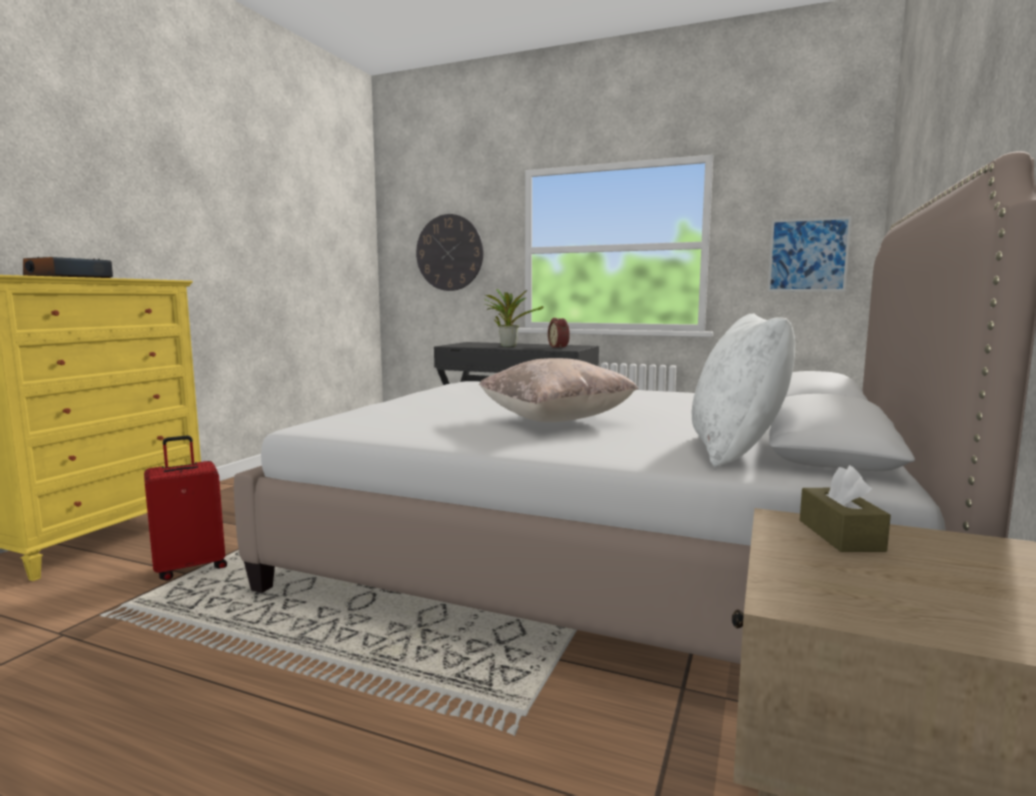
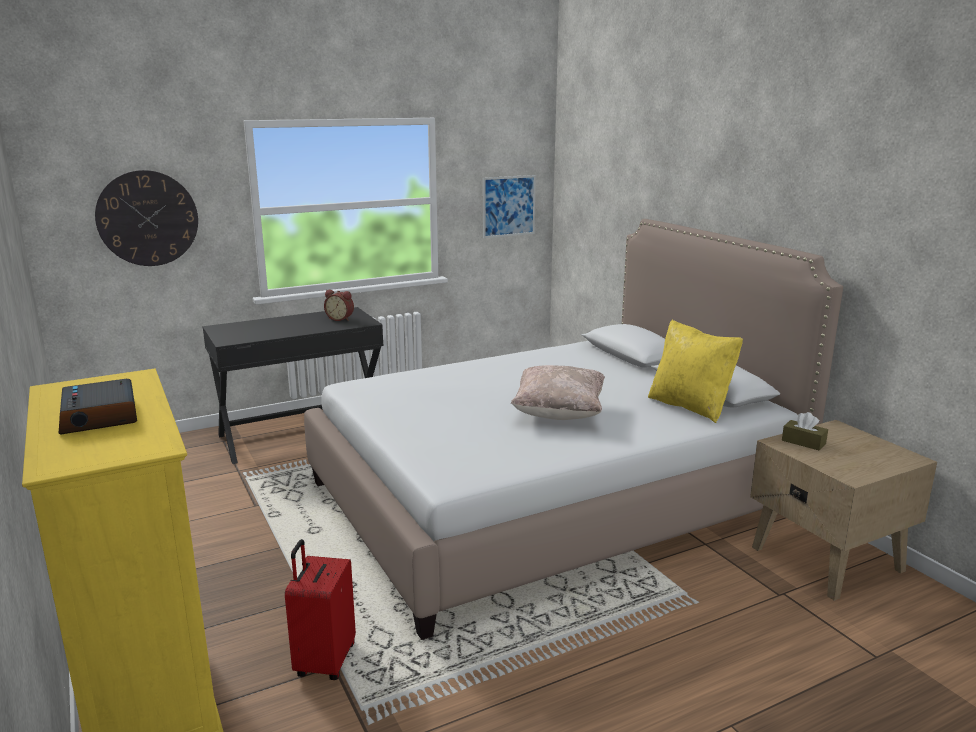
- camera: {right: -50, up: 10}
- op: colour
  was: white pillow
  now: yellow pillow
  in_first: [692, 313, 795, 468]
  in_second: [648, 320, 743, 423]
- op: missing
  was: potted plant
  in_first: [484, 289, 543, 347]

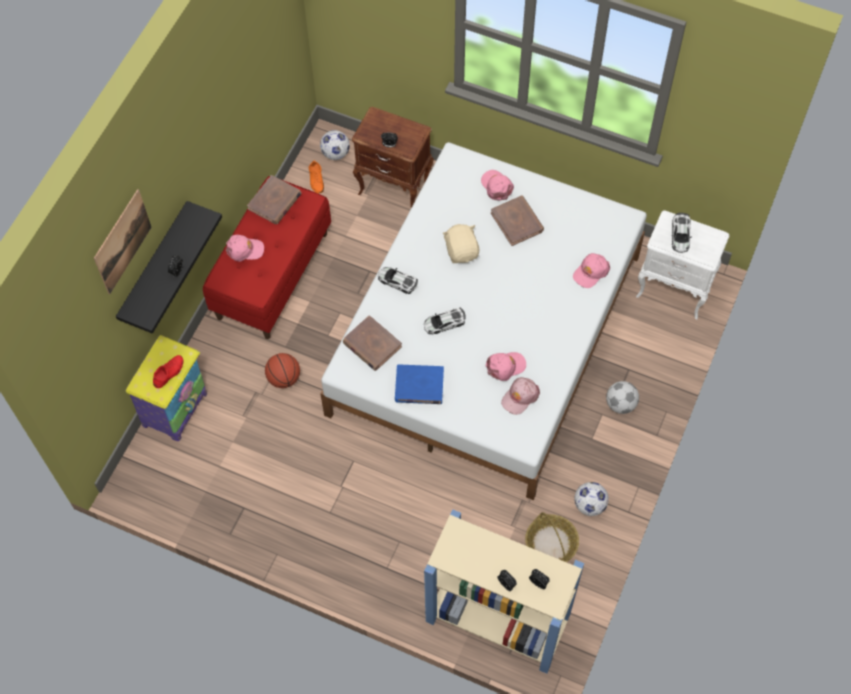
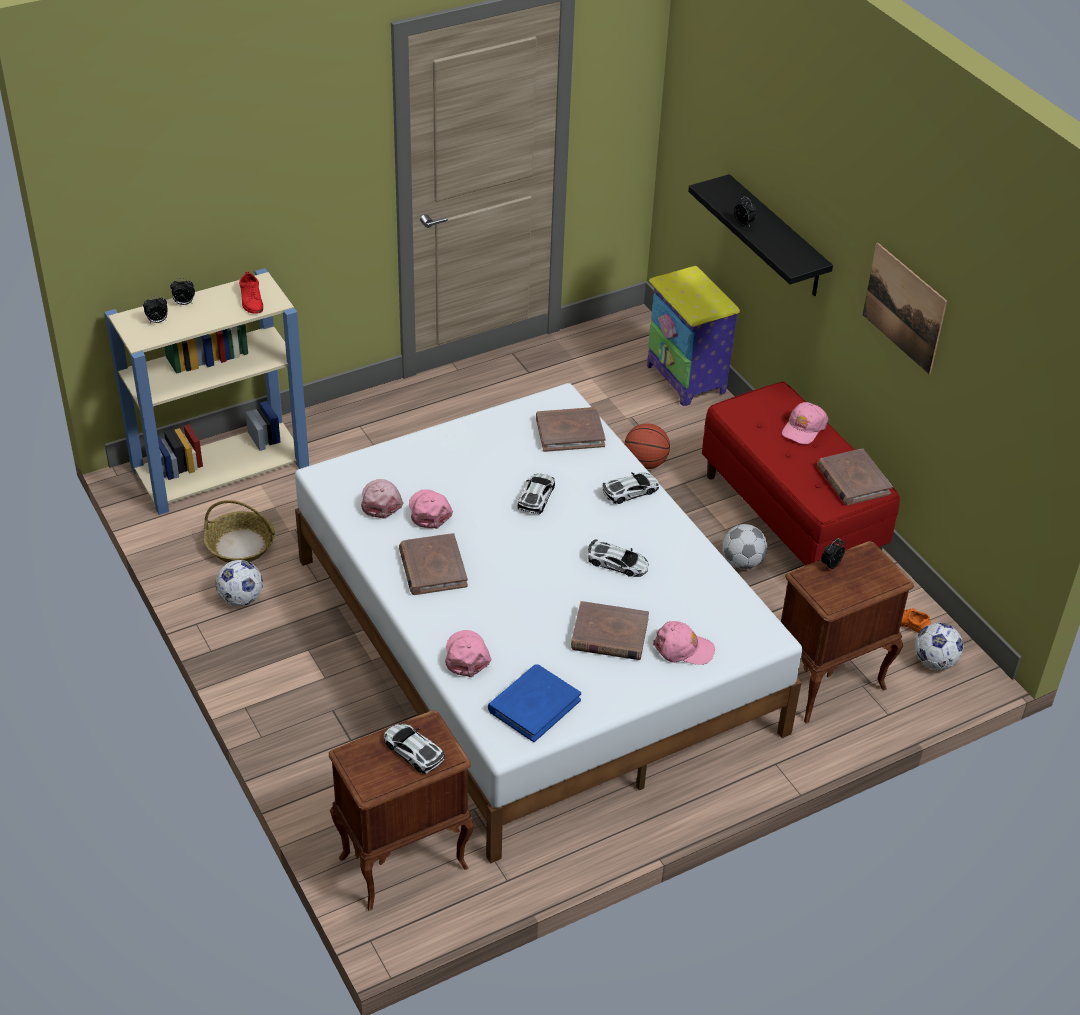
- camera: {right: 125, up: -20}
- op: relocated
  was: red shoe
  in_first: [153, 355, 184, 388]
  in_second: [239, 272, 263, 314]
- op: colour
  was: white nightstand
  now: brown nightstand
  in_first: [636, 211, 729, 319]
  in_second: [329, 710, 474, 911]
- op: appeared
  now: brown book
  in_second: [399, 533, 468, 595]
- op: spun
  was: pink cap
  in_first: [485, 352, 526, 381]
  in_second: [409, 489, 453, 529]
  clockwise: 150
- op: relocated
  was: blue book
  in_first: [395, 364, 444, 404]
  in_second: [488, 664, 581, 742]
- op: exchanged
  was: beige plush toy
  now: toy car
  in_first: [442, 224, 479, 263]
  in_second: [588, 539, 649, 577]
- op: relocated
  was: football
  in_first: [606, 381, 639, 414]
  in_second: [722, 524, 767, 569]
- op: relocated
  was: picture
  in_first: [94, 189, 152, 294]
  in_second: [863, 243, 947, 374]

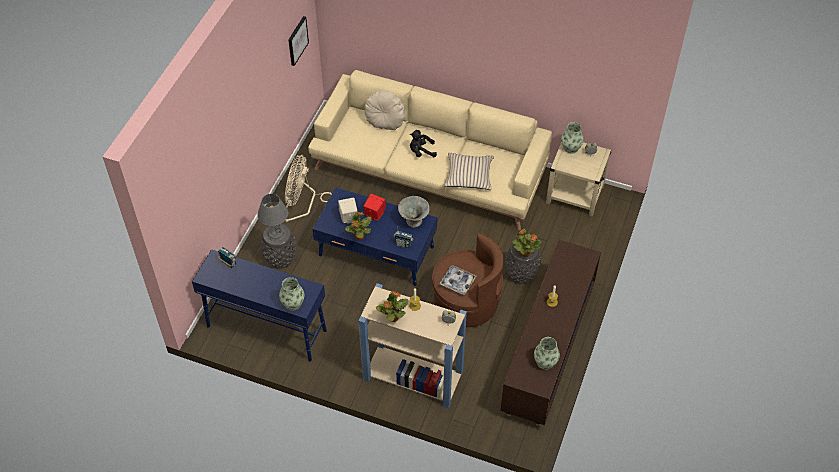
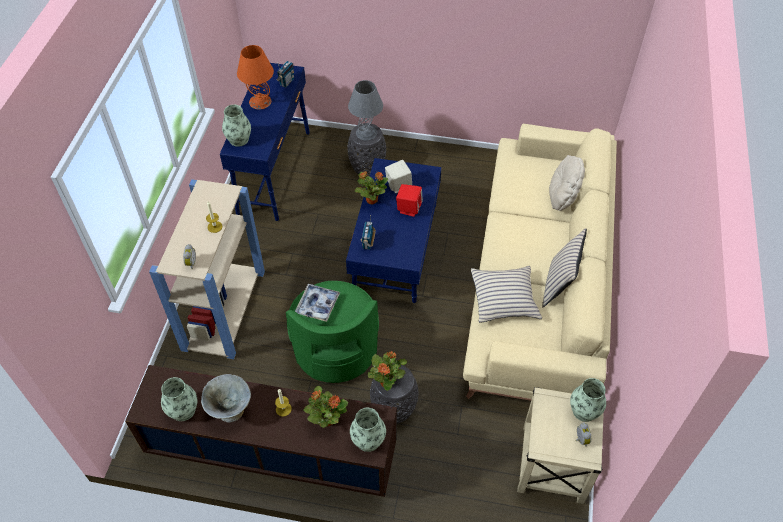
- camera: {right: 80, up: 0}
- op: relocated
  was: grey bowl
  in_first: [398, 196, 430, 228]
  in_second: [201, 374, 251, 423]
- op: appeared
  now: orange table lamp
  in_second: [237, 45, 274, 109]
- op: colour
  was: brown armchair
  now: green armchair
  in_first: [432, 232, 503, 327]
  in_second: [286, 281, 379, 383]
- op: relocated
  was: potted plant
  in_first: [376, 291, 408, 322]
  in_second: [303, 386, 348, 428]
- op: appeared
  now: vase
  in_second: [350, 408, 386, 452]
- op: appeared
  now: beige pillow
  in_second: [542, 228, 587, 307]
- op: missing
  was: beige fan
  in_first: [285, 155, 332, 222]
- op: missing
  was: picture
  in_first: [288, 16, 309, 66]
- op: missing
  was: black plush toy
  in_first: [410, 130, 437, 157]

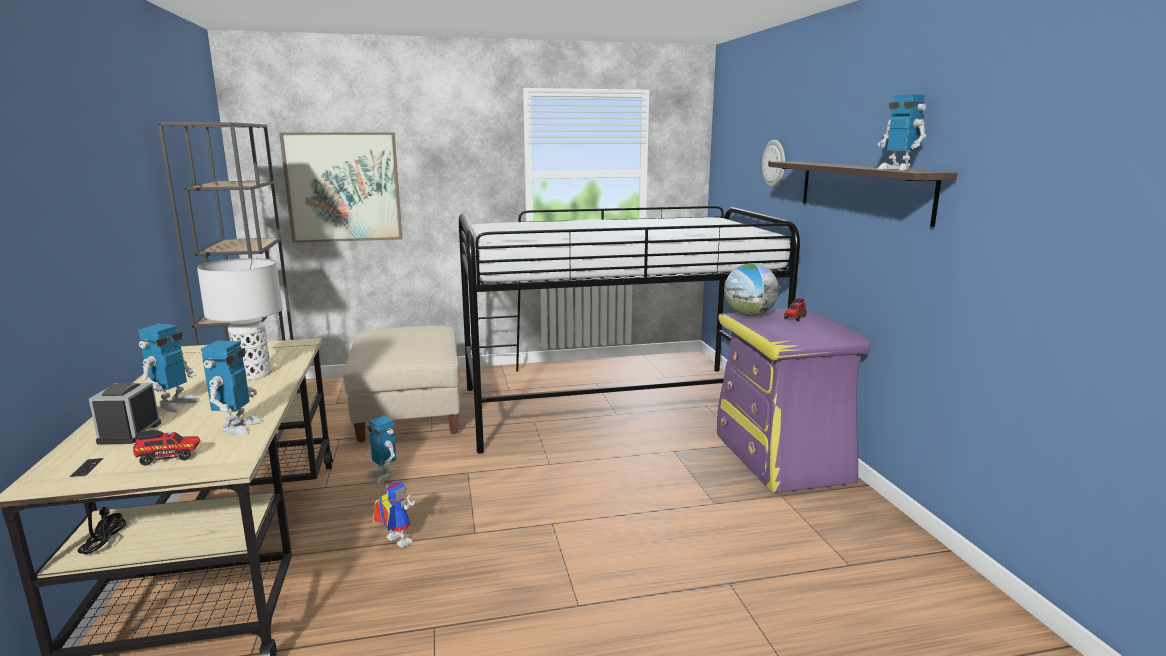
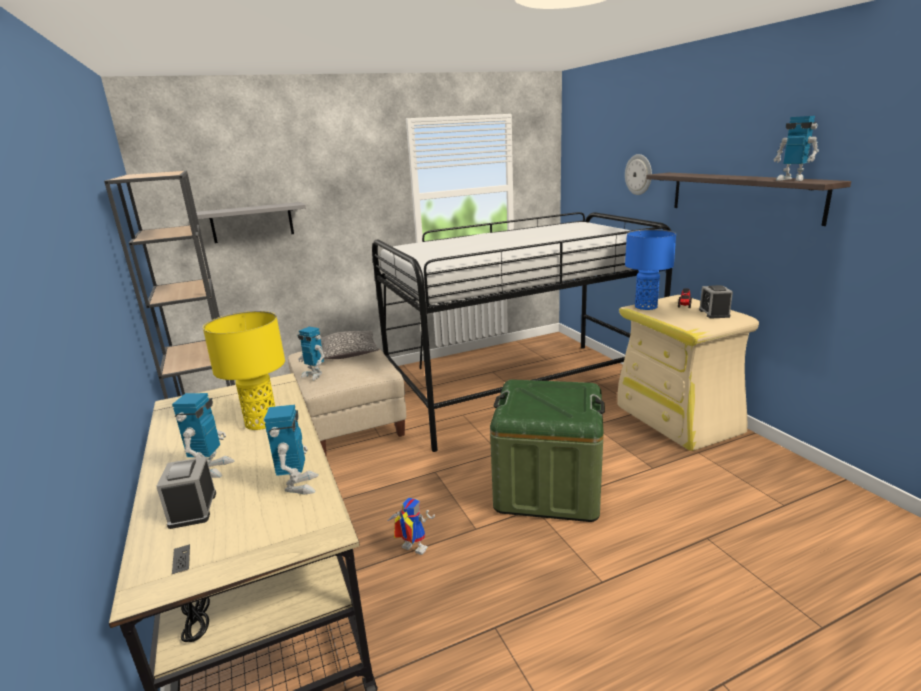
- camera: {right: -10, up: 5}
- op: exchanged
  was: picture
  now: grey shelf
  in_first: [279, 132, 402, 243]
  in_second: [196, 202, 306, 243]
- op: colour
  was: white table lamp
  now: yellow table lamp
  in_first: [197, 258, 283, 380]
  in_second: [203, 311, 285, 430]
- op: relocated
  was: toy robot
  in_first: [366, 416, 396, 484]
  in_second: [297, 327, 325, 380]
- op: appeared
  now: pillow
  in_second: [321, 331, 379, 359]
- op: appeared
  now: green storage box
  in_second: [490, 379, 605, 522]
- op: colour
  was: purple nightstand
  now: beige nightstand
  in_first: [717, 308, 871, 493]
  in_second: [617, 295, 759, 451]
- op: exchanged
  was: globe
  now: blue table lamp
  in_first: [724, 263, 779, 316]
  in_second: [625, 229, 676, 310]
- op: appeared
  now: alarm clock
  in_second: [699, 285, 733, 318]
- op: missing
  was: toy truck
  in_first: [133, 430, 200, 466]

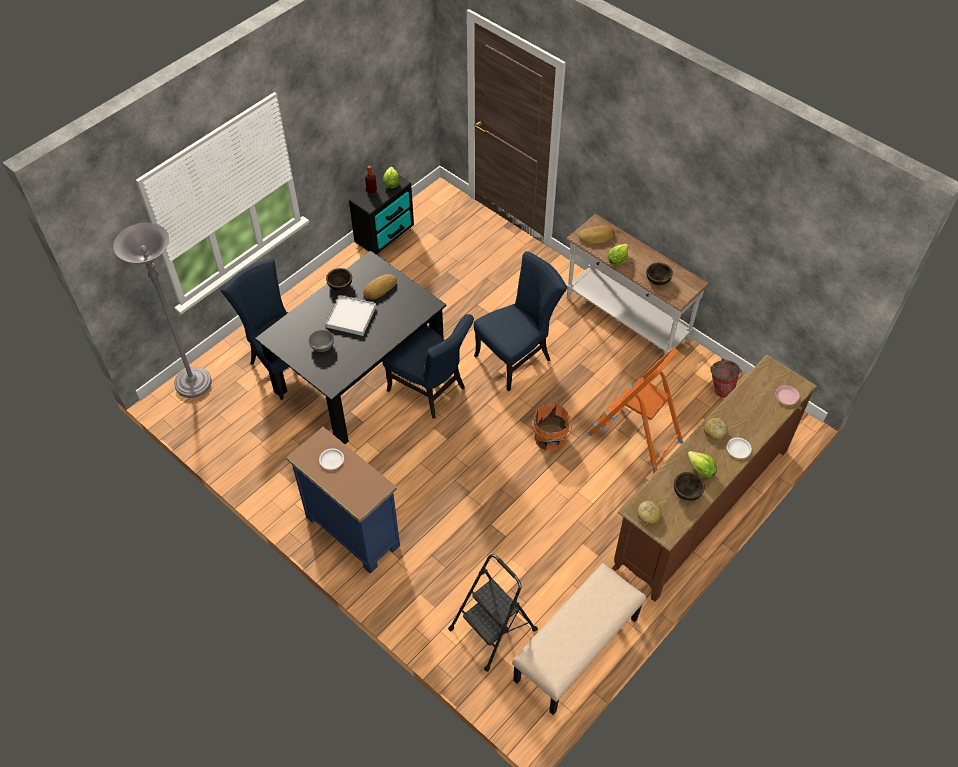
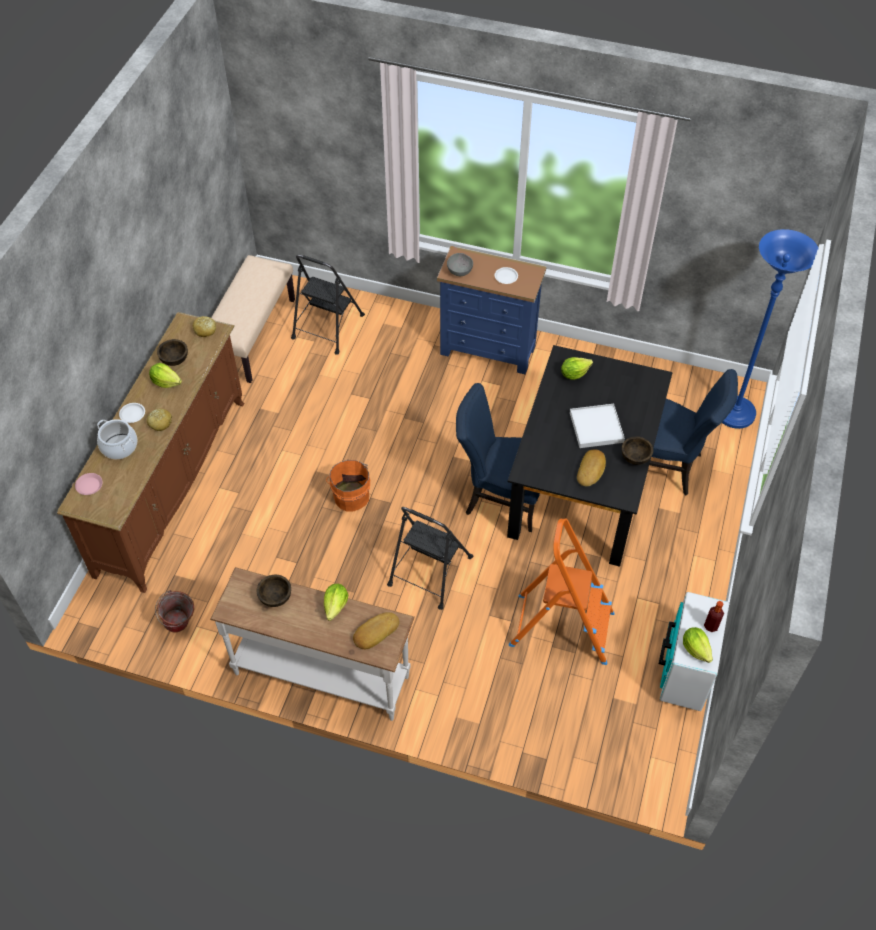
- camera: {right: 155, up: 0}
- op: appeared
  now: cooking pot
  in_second: [97, 419, 137, 459]
- op: exchanged
  was: blue chair
  now: black step ladder
  in_first: [474, 251, 567, 391]
  in_second: [387, 507, 473, 610]
- op: relocated
  was: grey bowl
  in_first: [309, 330, 334, 352]
  in_second: [447, 253, 473, 276]
- op: relocated
  was: orange step ladder
  in_first: [588, 347, 683, 474]
  in_second: [509, 518, 615, 665]
- op: appeared
  now: lettuce
  in_second: [561, 357, 593, 380]
- op: colour
  was: black nightstand
  now: white nightstand
  in_first: [349, 173, 414, 255]
  in_second: [659, 592, 729, 711]
- op: colour
  was: grey floor lamp
  now: blue floor lamp
  in_first: [113, 223, 212, 398]
  in_second: [722, 229, 819, 429]

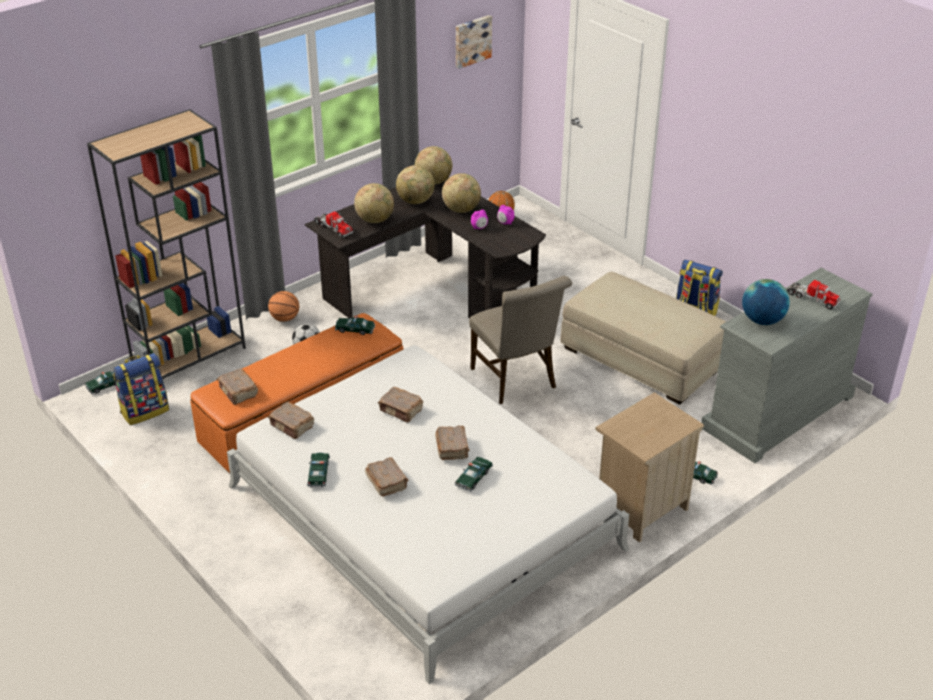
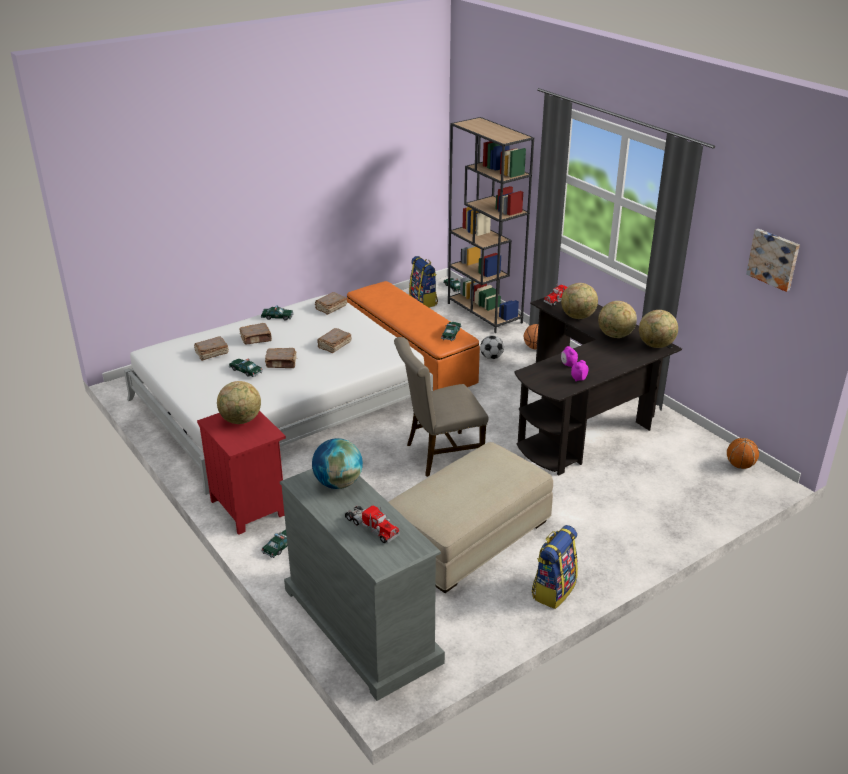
- camera: {right: 95, up: -5}
- op: relocated
  was: brown book
  in_first: [217, 369, 258, 405]
  in_second: [194, 336, 229, 361]
- op: colour
  was: beige nightstand
  now: red nightstand
  in_first: [595, 392, 704, 543]
  in_second: [197, 410, 286, 535]
- op: relocated
  was: globe
  in_first: [442, 173, 481, 213]
  in_second: [217, 381, 261, 424]
- op: spun
  was: toy truck
  in_first: [787, 280, 841, 310]
  in_second: [345, 505, 400, 543]
  clockwise: -90

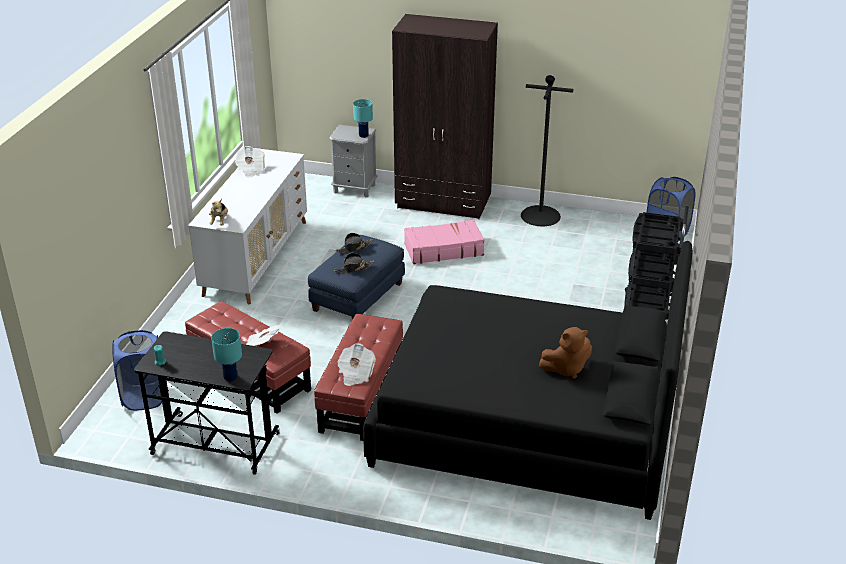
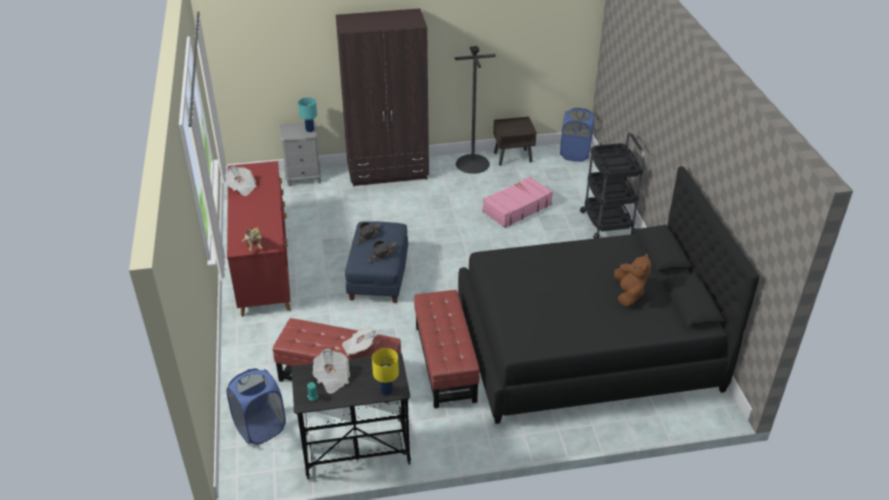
- camera: {right: -25, up: 5}
- op: colour
  was: white dresser
  now: red dresser
  in_first: [188, 148, 307, 305]
  in_second: [227, 161, 291, 317]
- op: relocated
  was: newspaper
  in_first: [337, 343, 376, 386]
  in_second: [312, 349, 350, 394]
- op: colour
  was: turquoise table lamp
  now: yellow table lamp
  in_first: [211, 328, 242, 381]
  in_second: [372, 348, 399, 395]
- op: relocated
  was: pink suitcase
  in_first: [404, 220, 485, 264]
  in_second: [483, 177, 553, 228]
- op: appeared
  now: brown nightstand
  in_second: [493, 116, 536, 166]
- op: spun
  was: brown plush toy
  in_first: [539, 327, 592, 379]
  in_second: [614, 253, 651, 307]
  clockwise: -45

